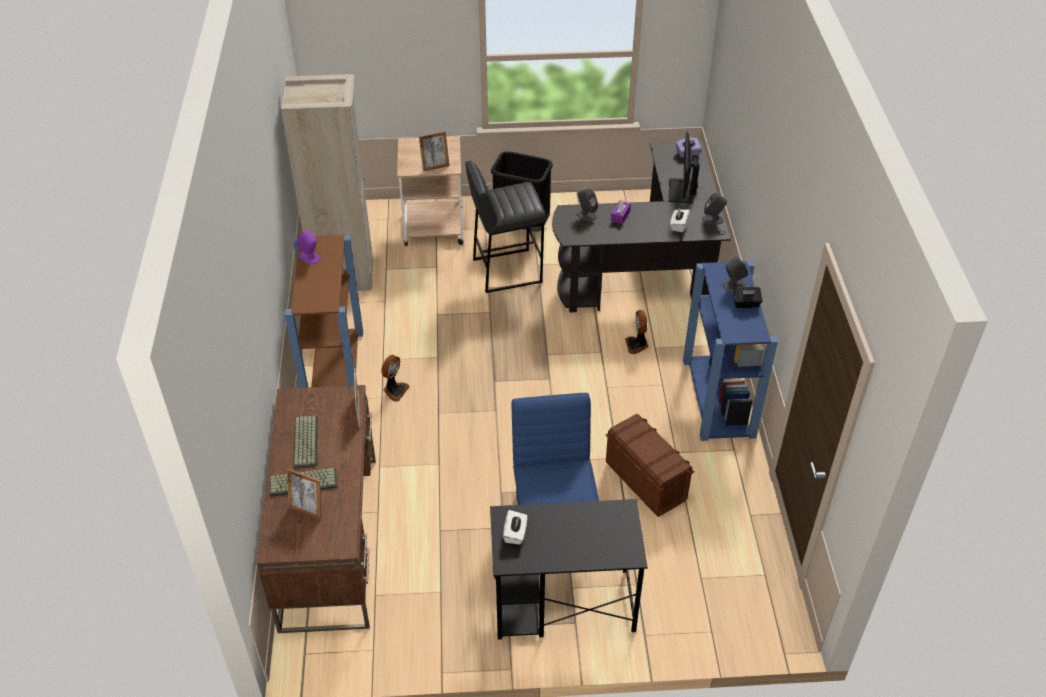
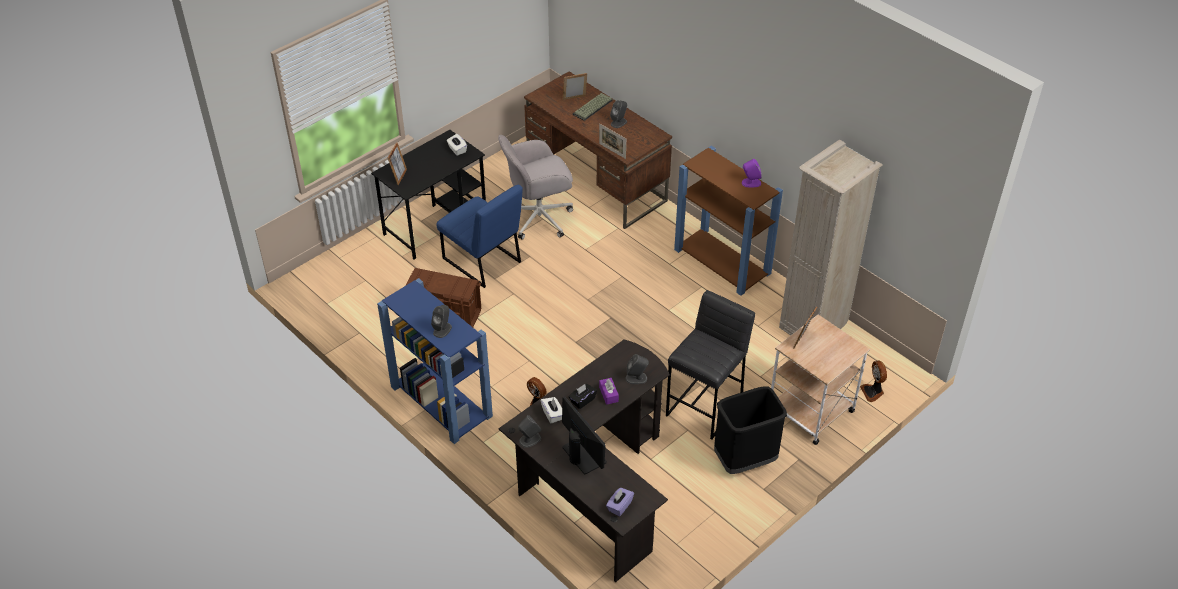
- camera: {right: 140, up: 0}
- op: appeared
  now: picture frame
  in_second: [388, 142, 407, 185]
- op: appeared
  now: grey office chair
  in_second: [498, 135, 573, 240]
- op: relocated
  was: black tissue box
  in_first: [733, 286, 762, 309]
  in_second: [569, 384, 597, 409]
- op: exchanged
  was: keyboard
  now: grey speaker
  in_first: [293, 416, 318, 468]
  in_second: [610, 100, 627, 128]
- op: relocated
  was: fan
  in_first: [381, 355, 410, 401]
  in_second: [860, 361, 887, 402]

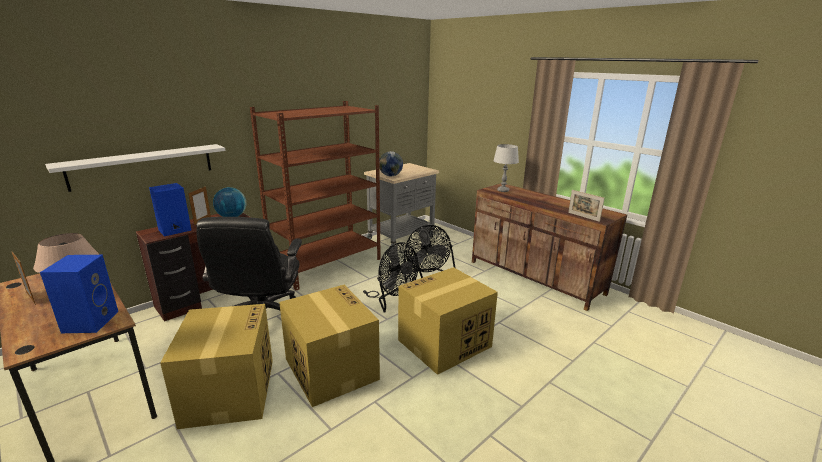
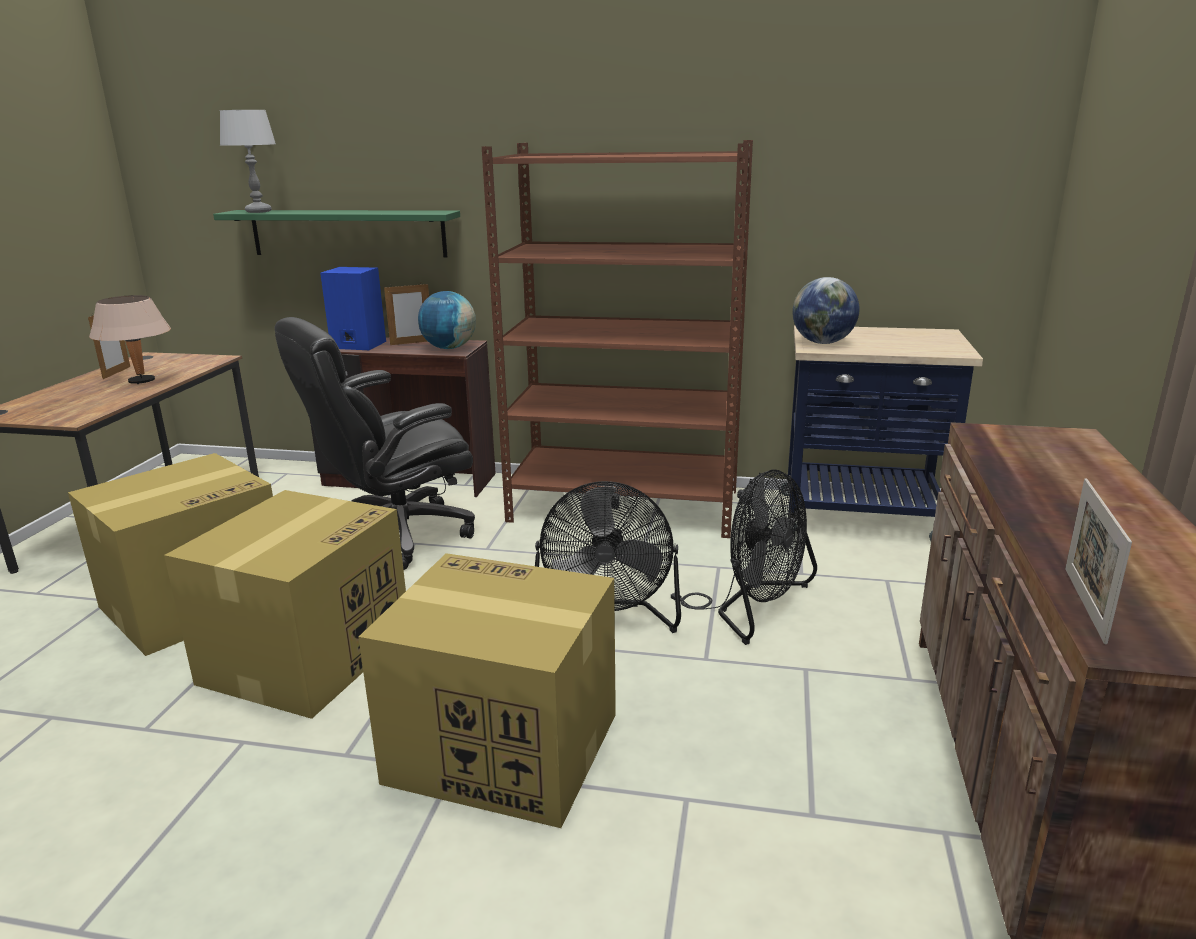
- camera: {right: 55, up: 0}
- op: colour
  was: white shelf
  now: green shelf
  in_first: [45, 144, 225, 192]
  in_second: [213, 210, 460, 257]
- op: relocated
  was: grey table lamp
  in_first: [493, 144, 519, 192]
  in_second: [220, 110, 276, 213]
- op: spun
  was: black fan
  in_first: [403, 225, 455, 281]
  in_second: [670, 470, 817, 645]
  clockwise: -90
- op: colour
  was: grey cart
  now: blue cart
  in_first: [364, 163, 439, 248]
  in_second: [781, 325, 983, 541]
- op: missing
  was: blue speaker
  in_first: [40, 255, 118, 333]

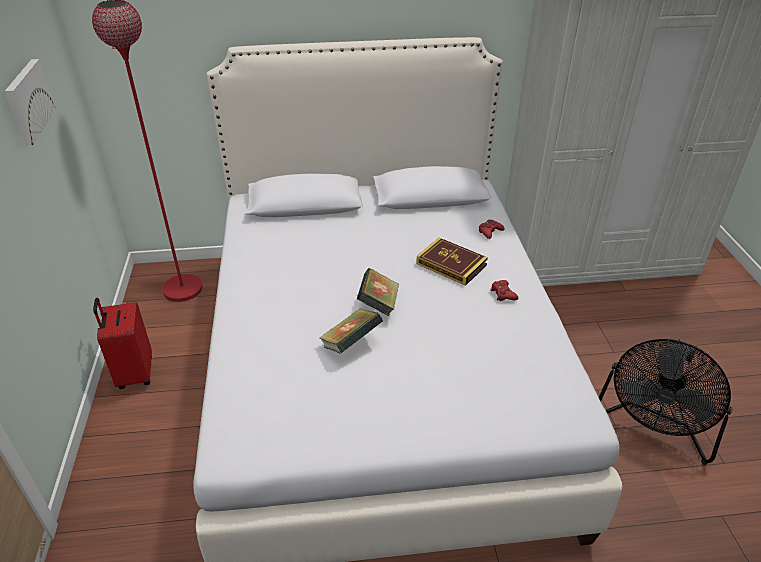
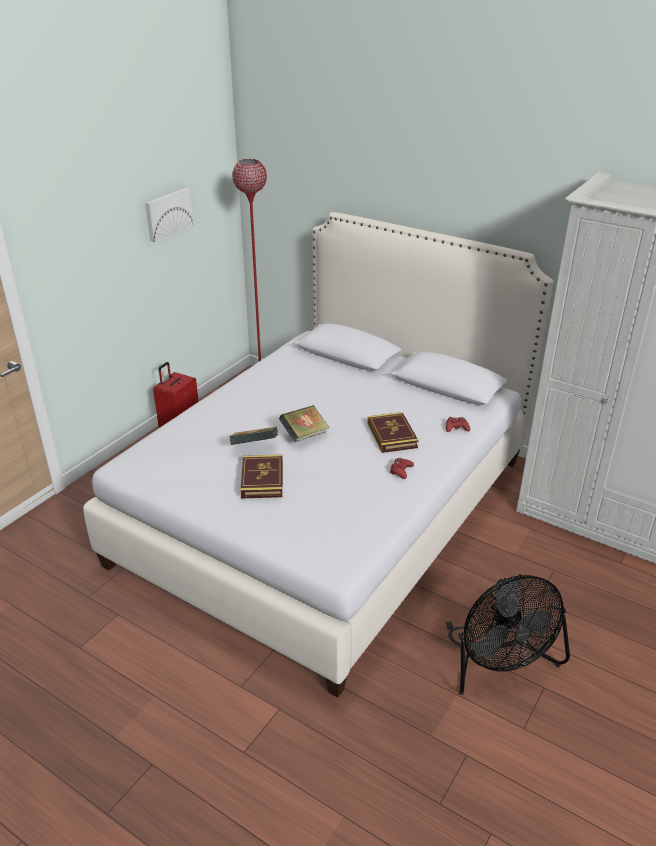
- camera: {right: 40, up: -5}
- op: appeared
  now: book
  in_second: [240, 455, 283, 499]
- op: spun
  was: black fan
  in_first: [599, 339, 733, 465]
  in_second: [446, 574, 570, 695]
  clockwise: -90

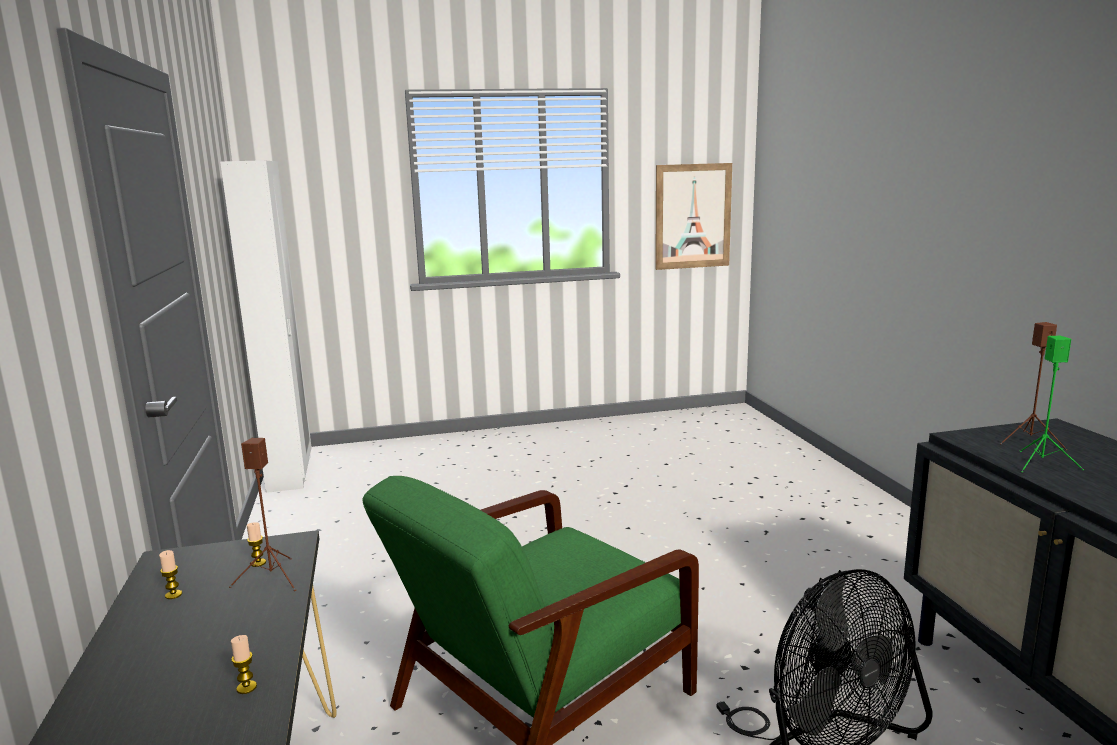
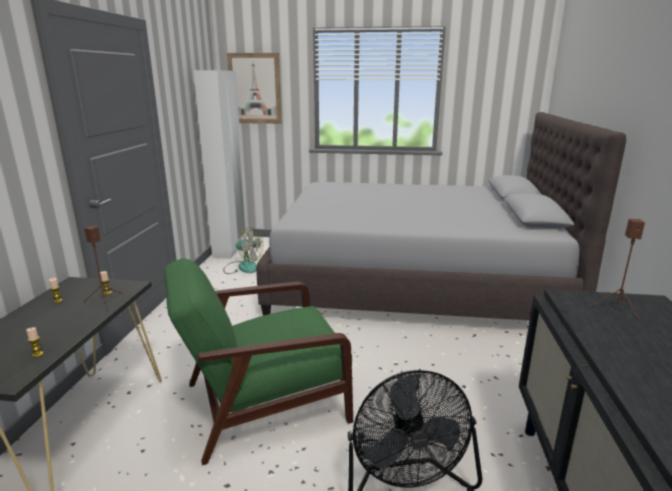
- camera: {right: 20, up: 5}
- op: appeared
  now: fan
  in_second: [223, 227, 263, 274]
- op: relocated
  was: picture
  in_first: [655, 163, 732, 270]
  in_second: [227, 53, 282, 124]
- op: appeared
  now: grey bed
  in_second: [256, 112, 626, 320]
- op: missing
  was: green speaker
  in_first: [1019, 336, 1084, 472]

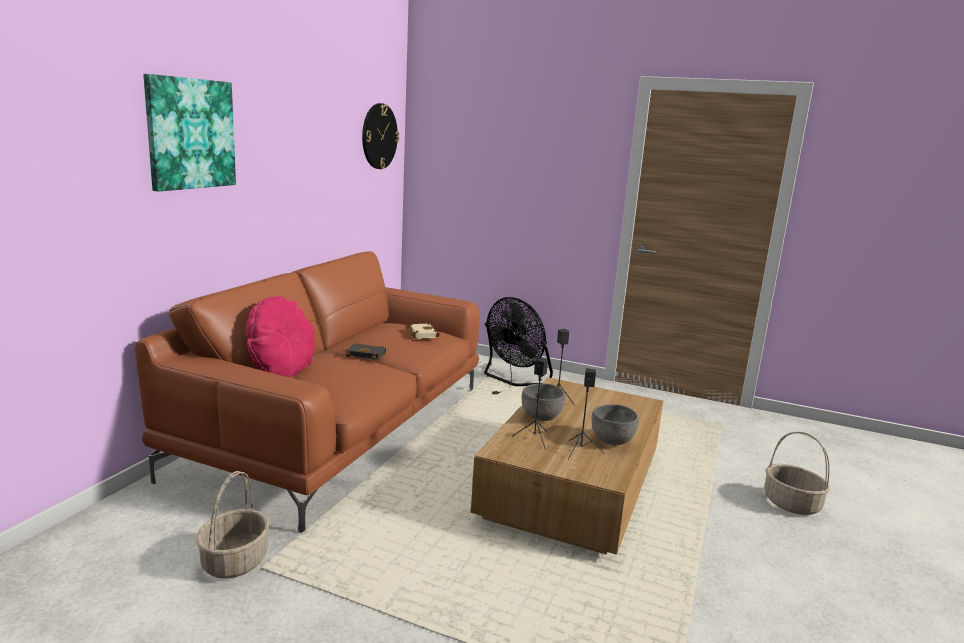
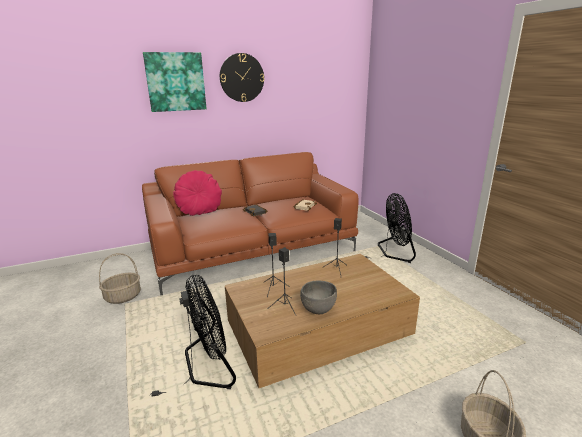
- camera: {right: 45, up: 5}
- op: appeared
  now: black fan
  in_second: [150, 275, 236, 396]
- op: relocated
  was: wall clock
  in_first: [362, 103, 399, 169]
  in_second: [220, 53, 264, 102]
- op: missing
  was: grey bowl
  in_first: [521, 383, 565, 421]

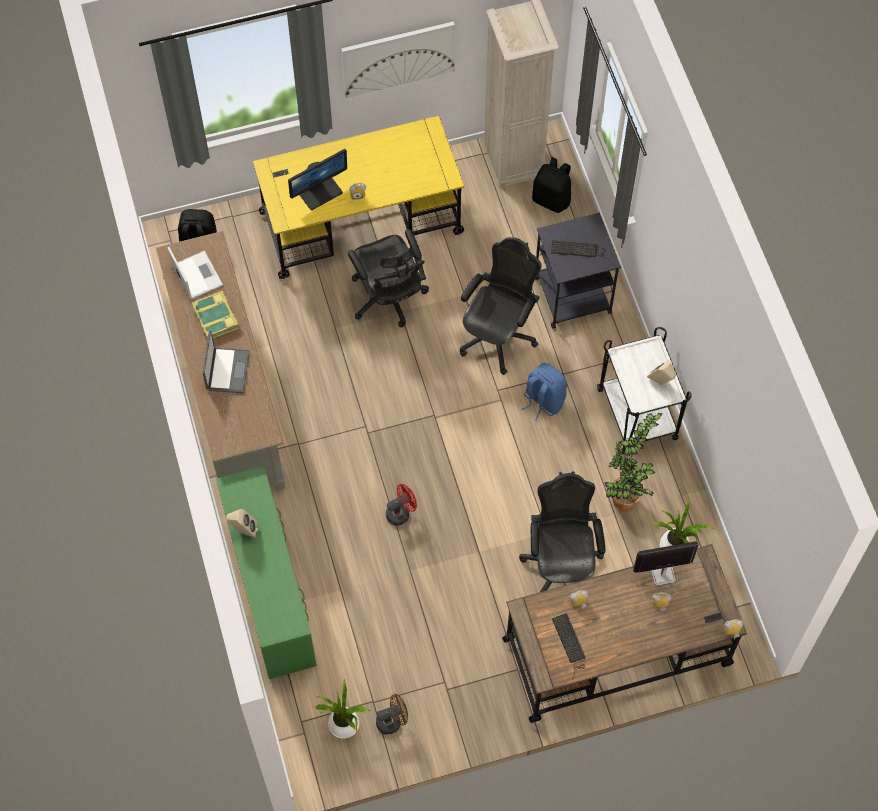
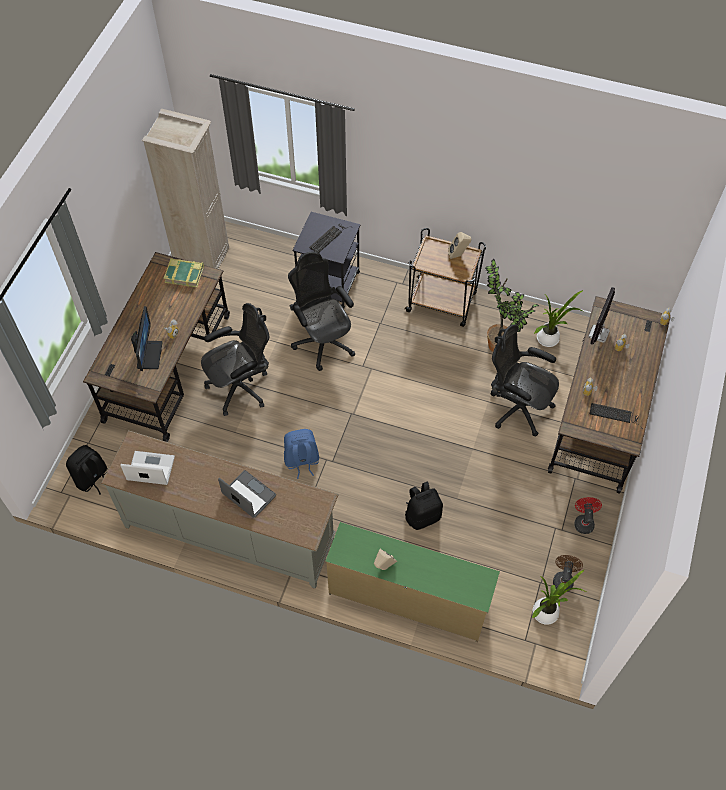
- camera: {right: -55, up: -5}
- op: colour
  was: yellow desk
  now: brown desk
  in_first: [252, 116, 464, 279]
  in_second: [83, 252, 230, 442]
- op: relocated
  was: book
  in_first: [192, 291, 240, 339]
  in_second: [163, 258, 204, 288]
- op: spun
  was: office chair
  in_first: [348, 229, 429, 327]
  in_second: [201, 303, 269, 416]
  clockwise: -45
- op: relocated
  was: blue backpack
  in_first: [521, 363, 567, 421]
  in_second: [284, 429, 319, 479]
- op: colour
  was: white cart
  now: brown cart
  in_first: [597, 327, 692, 454]
  in_second: [405, 228, 486, 327]
- op: relocated
  was: black backpack
  in_first: [532, 157, 571, 213]
  in_second: [405, 482, 443, 530]
- op: relocated
  was: red fan
  in_first: [386, 484, 417, 526]
  in_second: [574, 497, 602, 534]
- op: missing
  was: picture
  in_first: [341, 21, 455, 98]

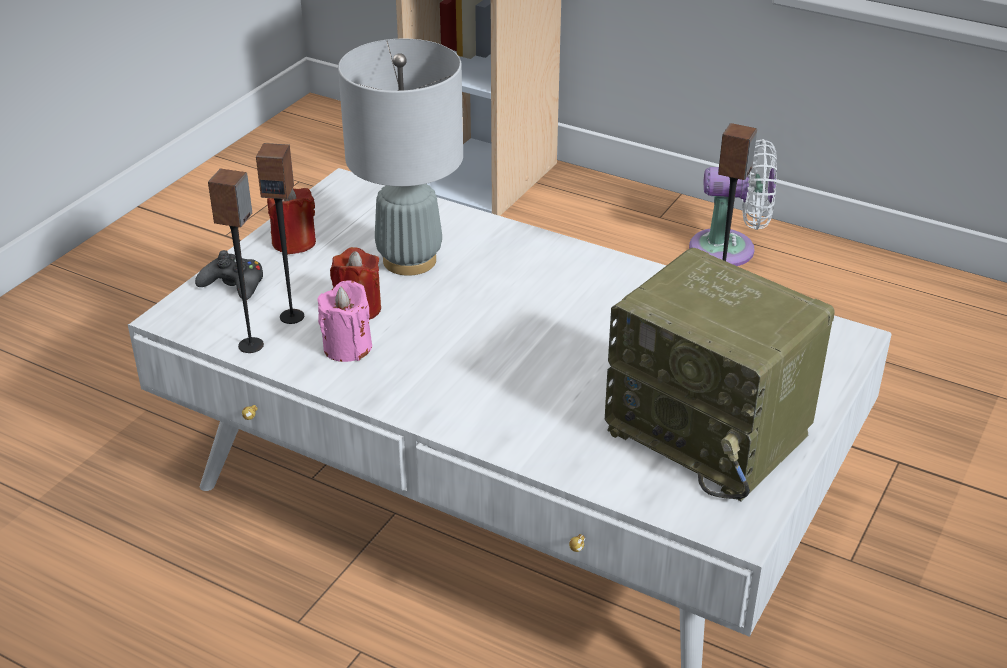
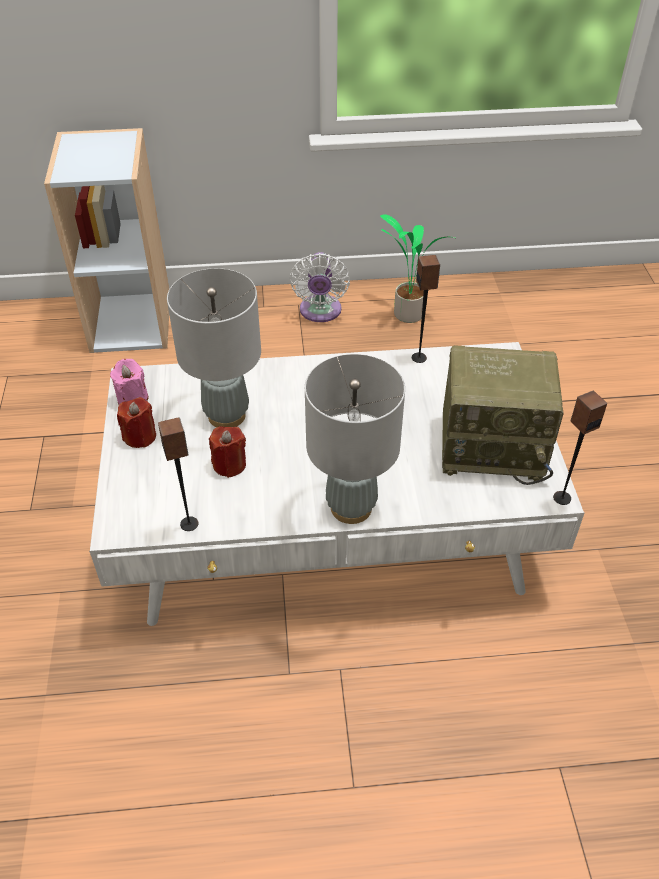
- camera: {right: -35, up: 10}
- op: relocated
  was: pink candle
  in_first: [317, 280, 372, 362]
  in_second: [110, 359, 148, 405]
- op: spun
  was: white fan
  in_first: [689, 139, 777, 266]
  in_second: [290, 252, 350, 322]
  clockwise: 120
- op: appeared
  now: grey table lamp
  in_second: [305, 354, 405, 524]
- op: appeared
  now: potted plant
  in_second: [380, 214, 455, 323]
- op: relocated
  was: speaker
  in_first: [256, 143, 304, 324]
  in_second: [553, 391, 607, 505]
- op: missing
  was: black game controller
  in_first: [195, 250, 263, 300]

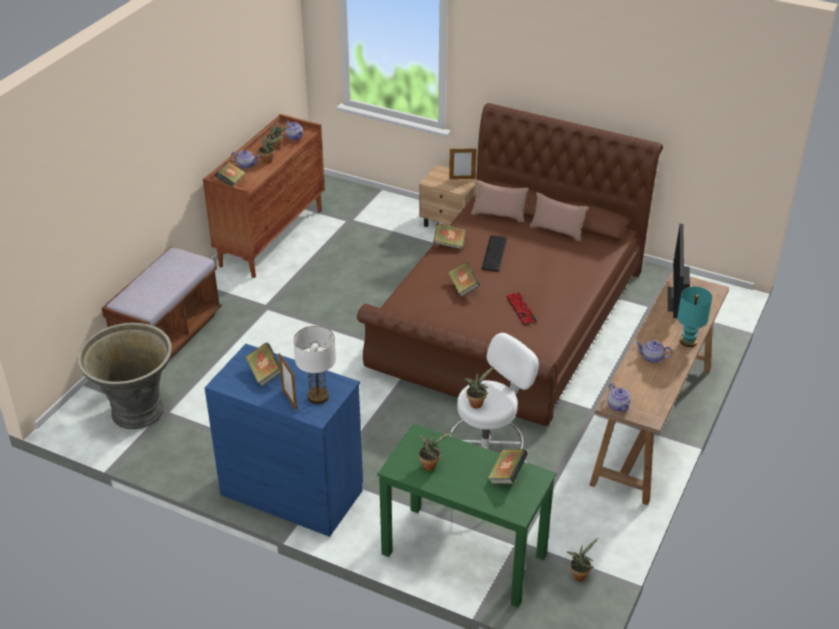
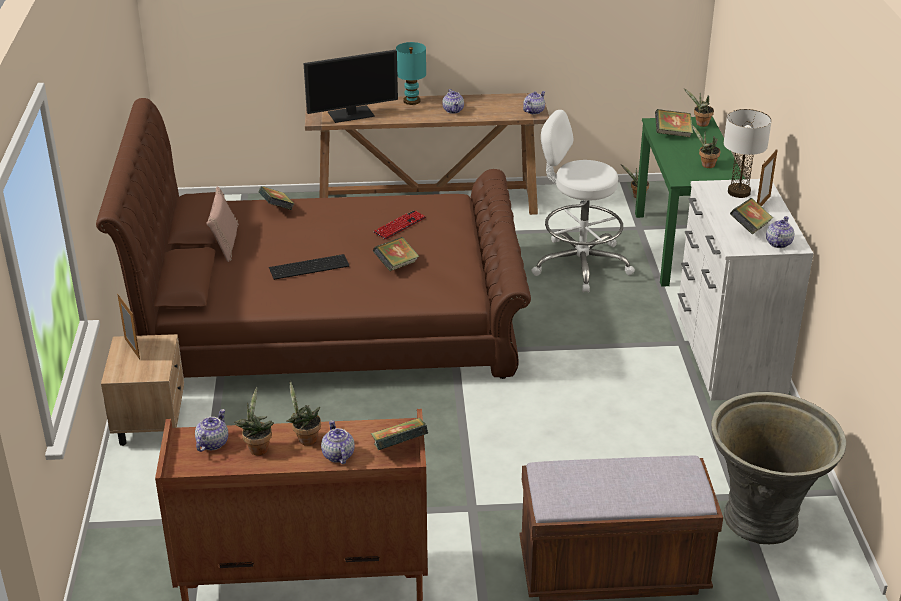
- camera: {right: -120, up: -5}
- op: relocated
  was: book
  in_first: [433, 223, 466, 250]
  in_second: [259, 186, 294, 210]
- op: colour
  was: blue dresser
  now: white dresser
  in_first: [204, 344, 363, 537]
  in_second: [678, 179, 813, 401]
- op: relocated
  was: potted plant
  in_first: [463, 366, 495, 409]
  in_second: [684, 88, 714, 127]
- op: appeared
  now: teapot
  in_second: [766, 216, 794, 248]
- op: missing
  was: beige pillow
  in_first: [471, 179, 529, 222]

